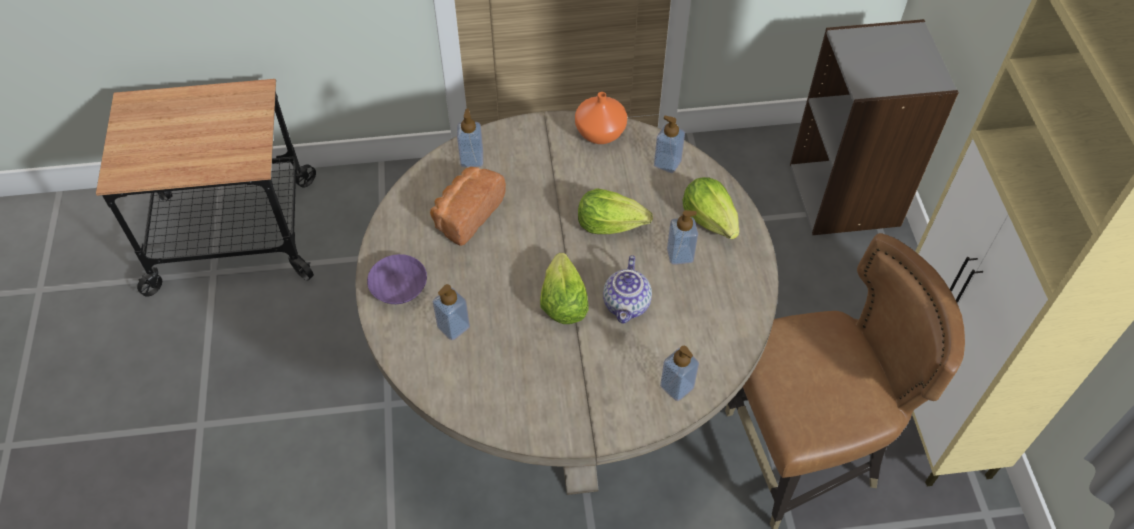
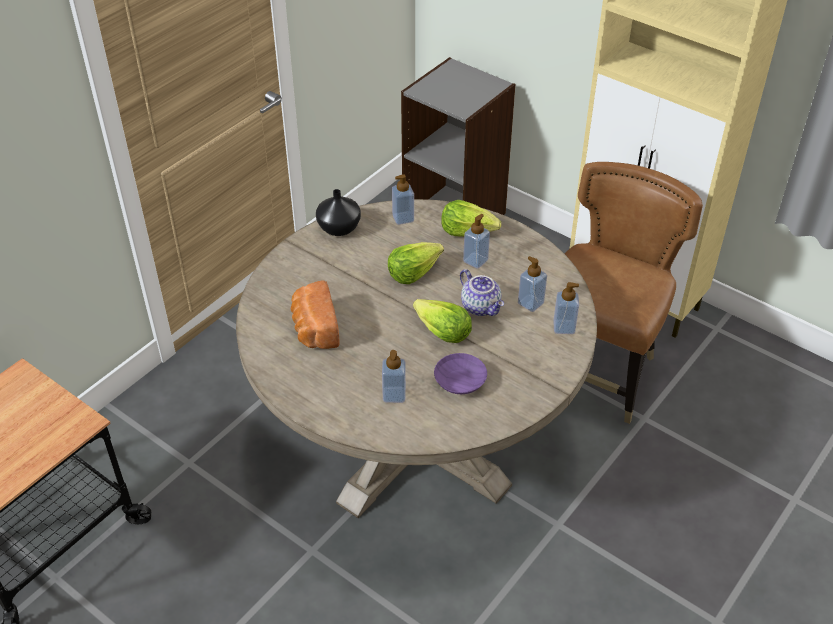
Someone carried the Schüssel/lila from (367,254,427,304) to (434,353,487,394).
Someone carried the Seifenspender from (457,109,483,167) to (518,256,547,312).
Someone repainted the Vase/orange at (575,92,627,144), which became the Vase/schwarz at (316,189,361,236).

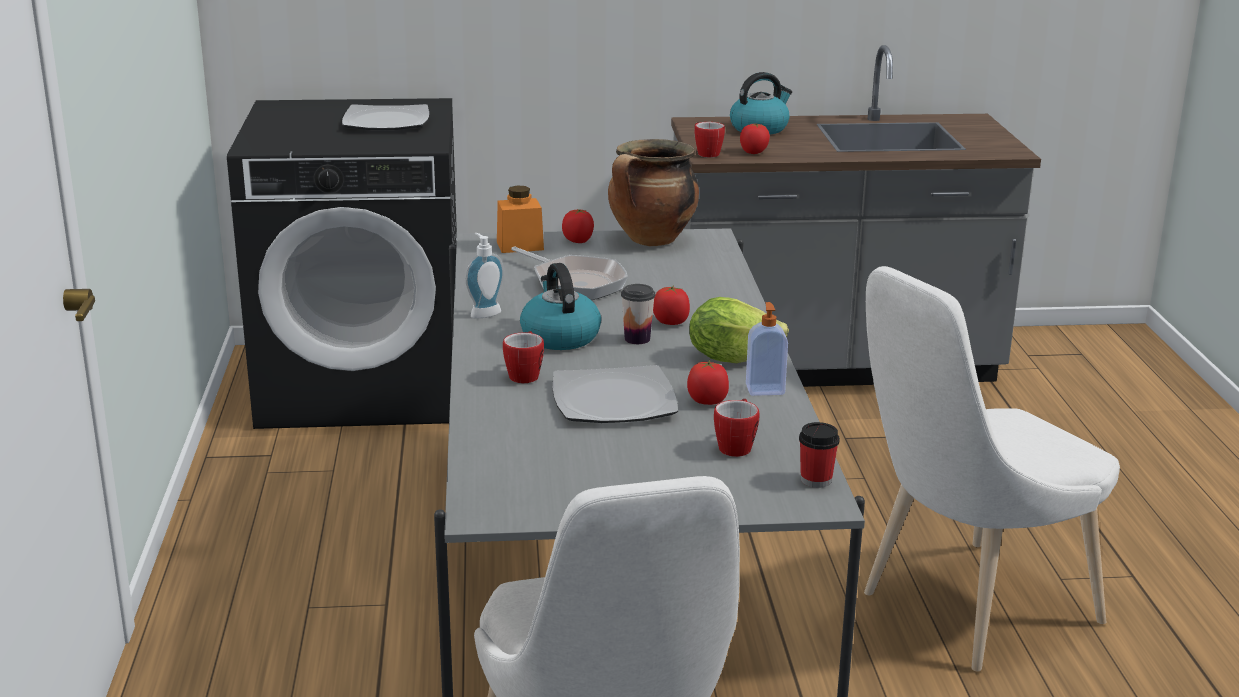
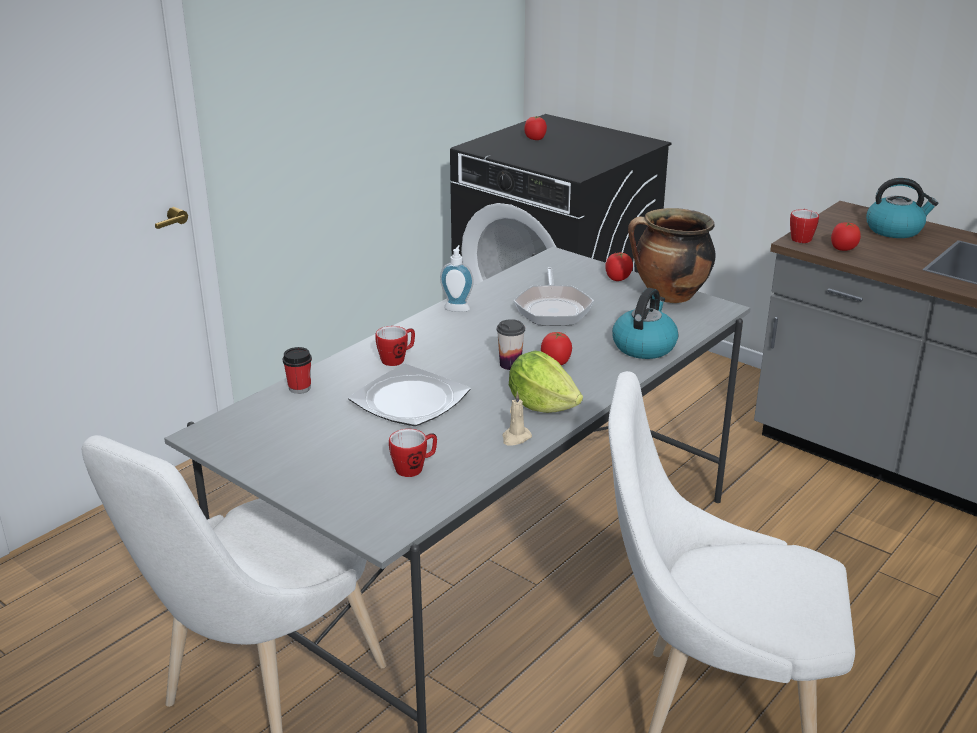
Someone took away the Teller at (342,104,429,131).
Someone took away the Vorratsglas/orange at (497,185,544,253).
Someone carried the Wasserkessel from (520,263,601,350) to (612,288,678,359).
Someone carried the Tomate from (687,360,729,405) to (524,116,547,140).
Someone swapped the Seifenspender at (746,302,788,396) for the Kerze/beige at (502,391,532,446).
Someone carried the Tasse from (799,422,840,488) to (283,347,312,394).

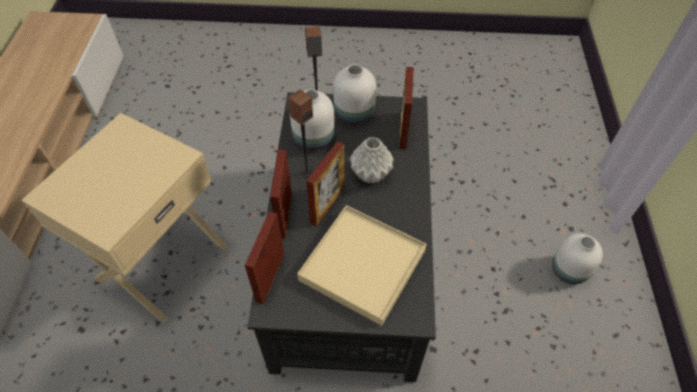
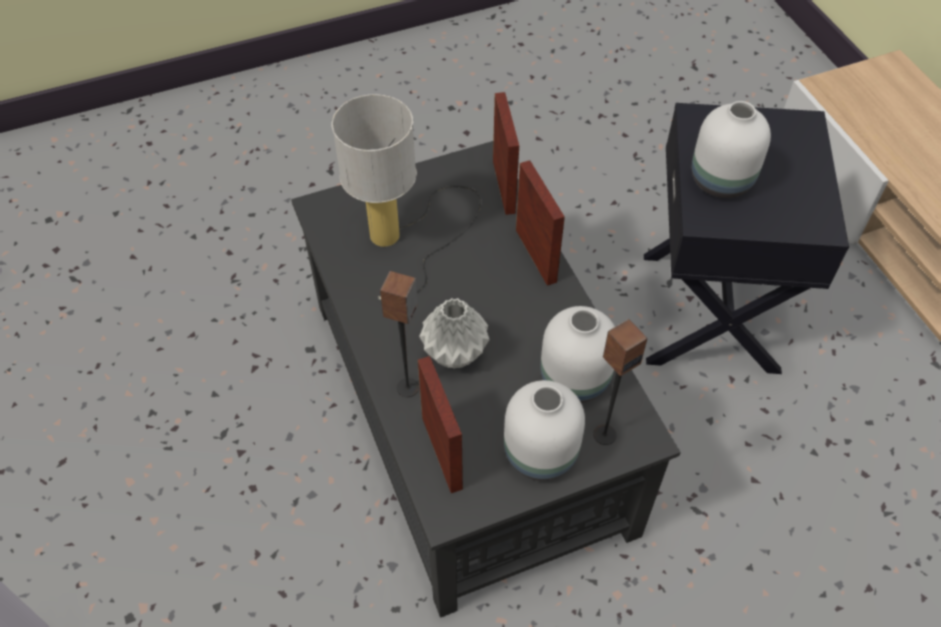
Someone repainted the Beistelltisch/beige at (21,113,227,322), which became the Beistelltisch/schwarz at (644,103,849,374).
Someone carried the Lautsprecher from (288,89,314,179) to (380,271,419,397).
Someone swapped the Tablett/beige at (297,205,427,326) for the Tischlampe at (331,94,482,300).
Someone took away the Bilderrahmen at (306,141,344,226).
Someone carried the Vase/weiß from (552,233,603,284) to (692,101,771,198).

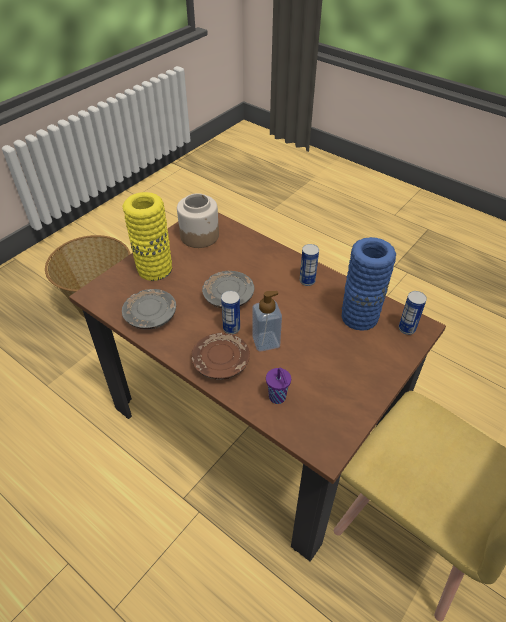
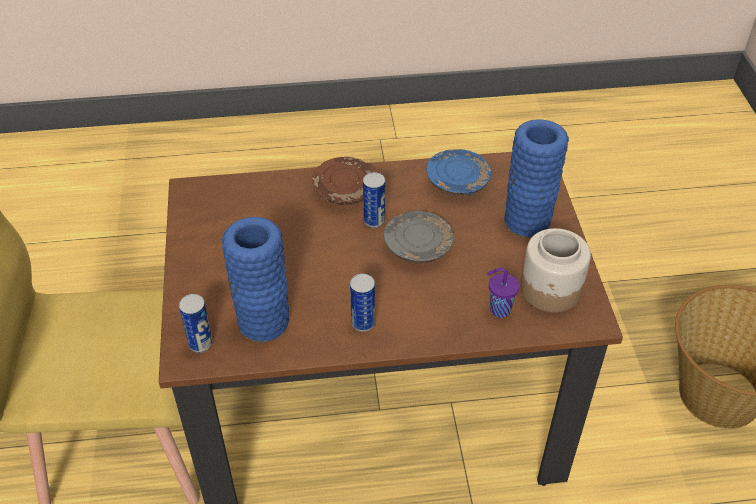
Someone repainted the Vase/gelb at (122,192,172,281), which became the Vase/blau at (504,119,569,238).
Someone repainted the Teller/grau at (122,289,176,330), which became the Teller/blau at (426,149,491,196).
Someone took away the Seifenspender at (252,291,282,351).
Someone carried the Tasse/lila from (266,368,291,404) to (487,268,520,318).

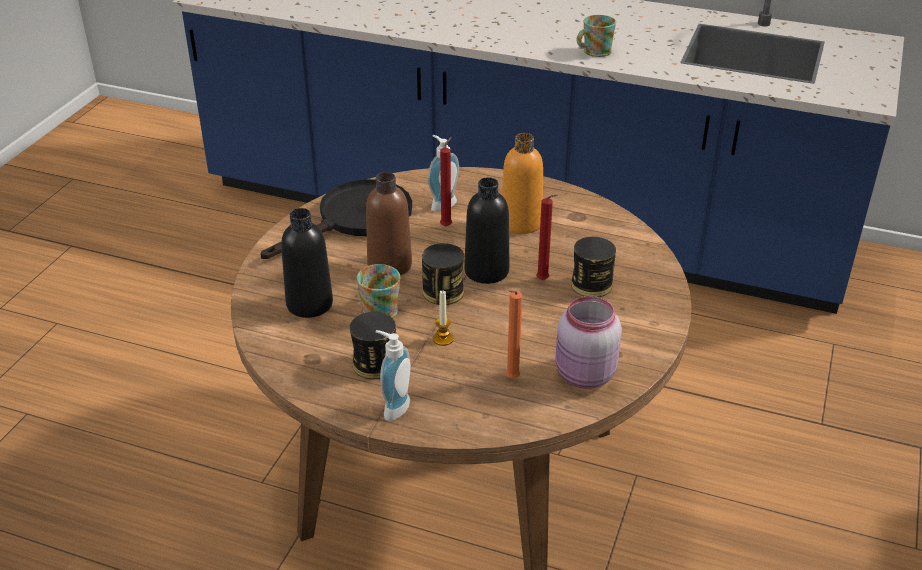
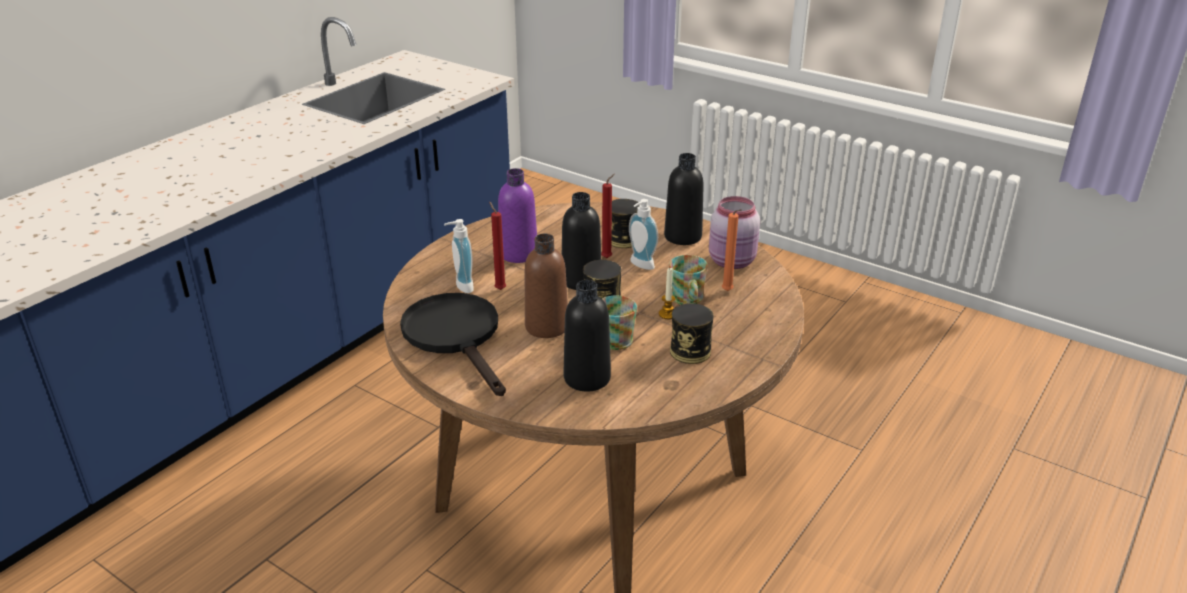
Someone carried the Seifenspender from (376,330,410,421) to (629,199,658,270).
Someone repainted the Flasche/orange at (502,133,543,234), which became the Flasche/lila at (498,168,537,263).
Someone carried the Henkelbecher from (577,15,616,57) to (669,255,708,305).
Someone put down the Flasche/schwarz at (664,153,704,245).

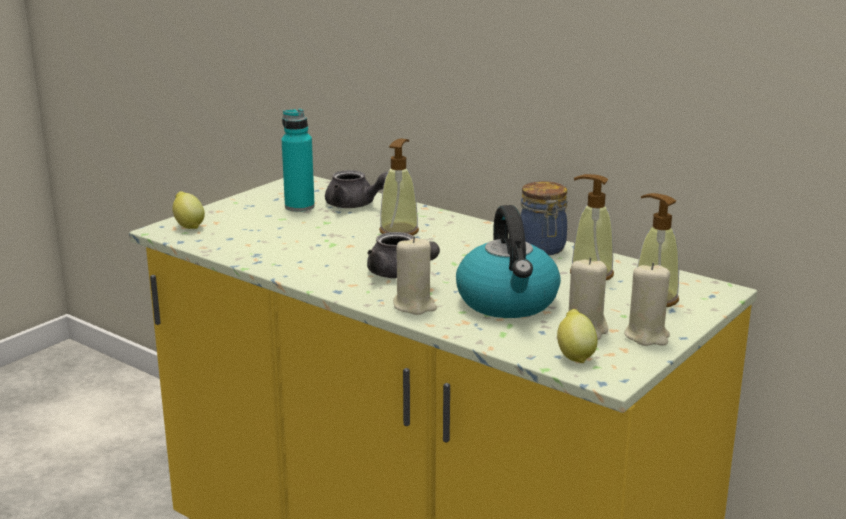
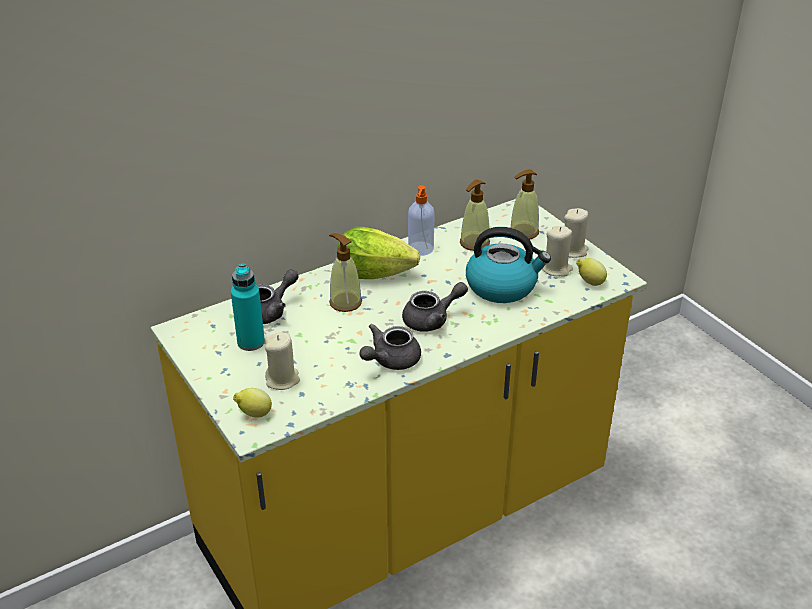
Someone carried the Kerze/beige from (393,236,437,315) to (265,332,300,390).
Someone swapped the Vorratsglas at (520,181,567,255) for the Seifenspender at (408,185,435,256).
Someone put down the Salatkopf at (337,227,420,279).
Someone put down the Teekanne/grau at (359,324,421,370).

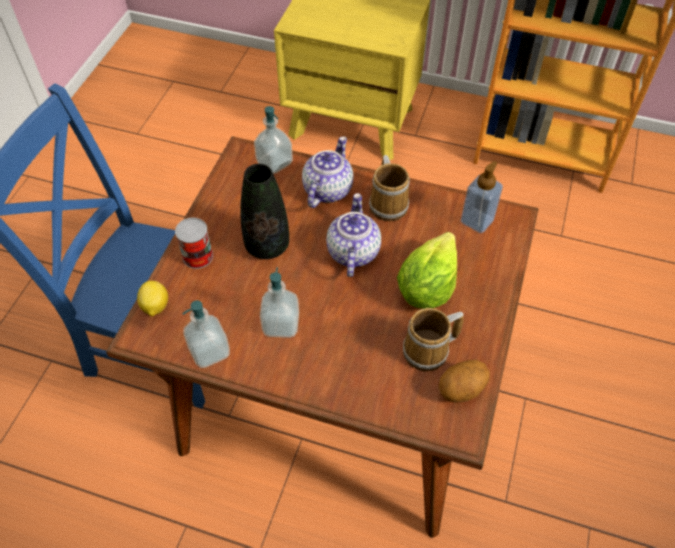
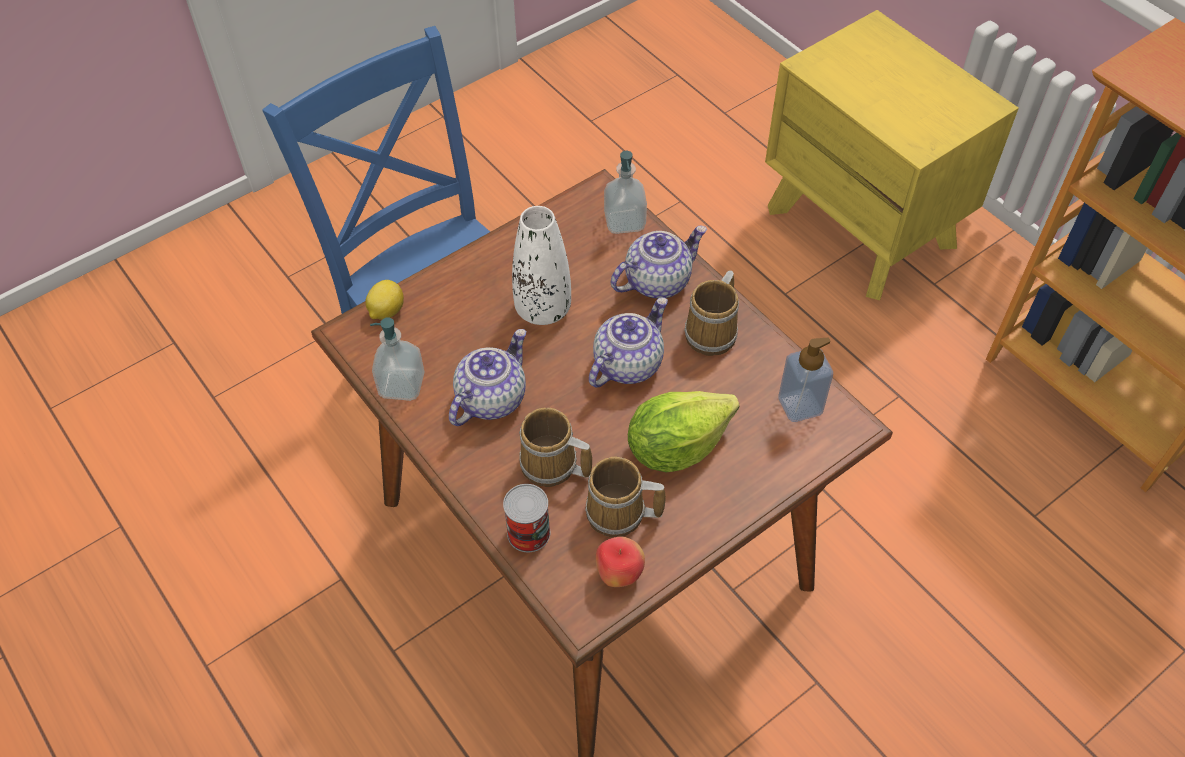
Someone carried the Dose from (175,218,213,269) to (503,484,550,552).
Someone repainted the Vase/schwarz at (240,164,289,259), which became the Vase/weiß at (512,206,571,325).
Someone swapped the Seifenspender at (260,267,299,338) for the Teekanne at (449,329,526,426).
Someone swapped the Kartoffel at (439,360,490,403) for the Apfel at (596,537,645,587).
Someone put down the Henkelbecher at (519,408,592,487).

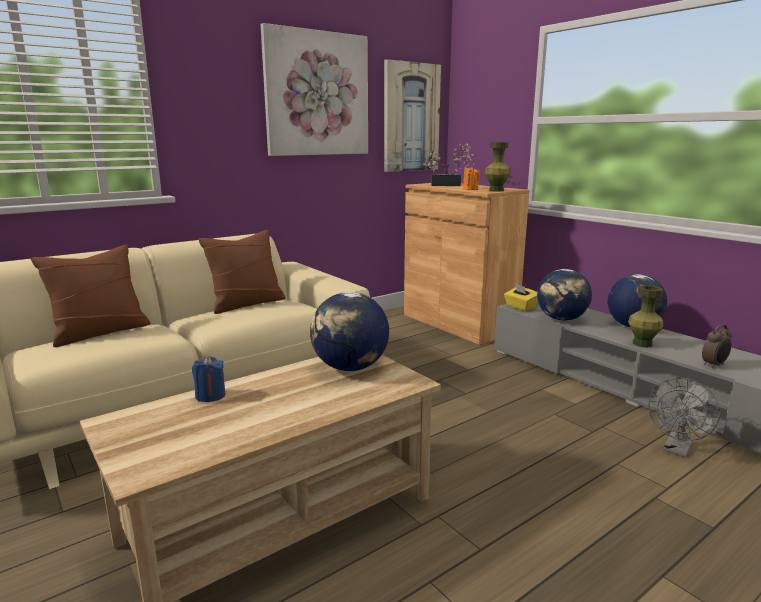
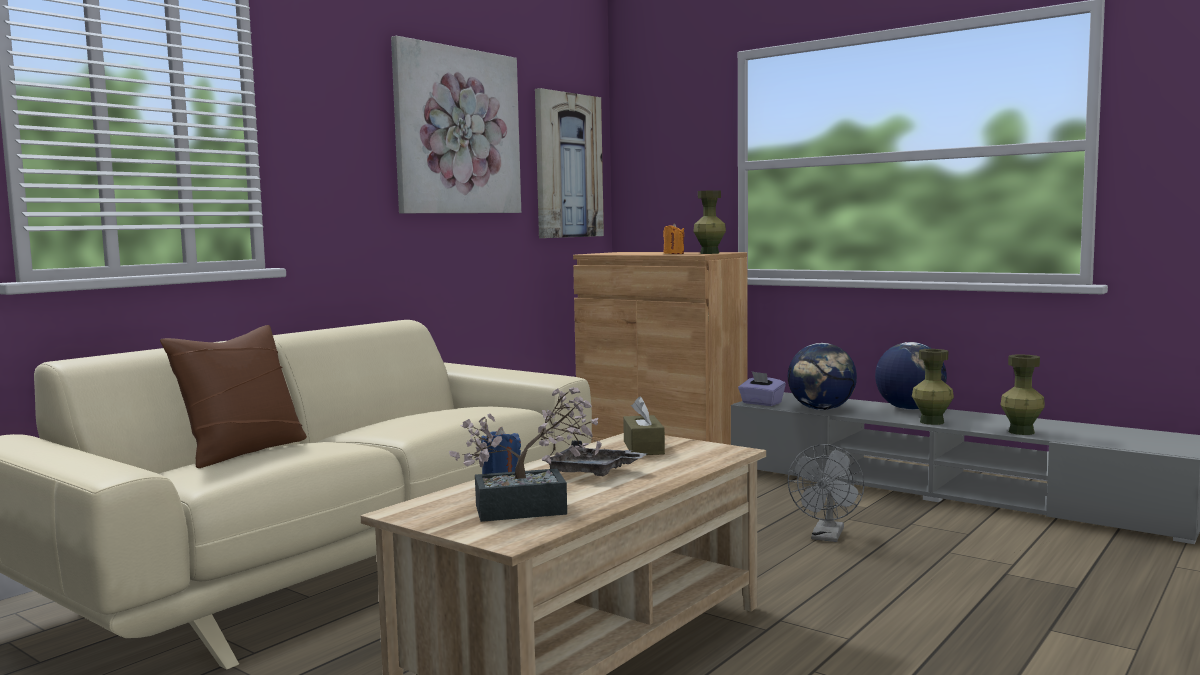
Someone took away the Kissen/braun at (198,230,286,314).
Someone swapped the Globus at (310,292,389,371) for the Taschentuchbox/braun at (623,396,665,455).
Someone carried the Topfpflanze from (423,143,474,186) to (449,387,602,522).
Someone repainted the Taschentuchbox/gelb at (504,284,538,311), which became the Taschentuchbox/lila at (738,372,786,406).
Someone carried the Ventilator/grau from (648,378,720,457) to (788,444,865,542).
Someone swapped the Wecker at (702,324,732,368) for the Vase/grün at (1000,354,1045,435).
Someone put down the Tablett/grau at (549,440,647,476).

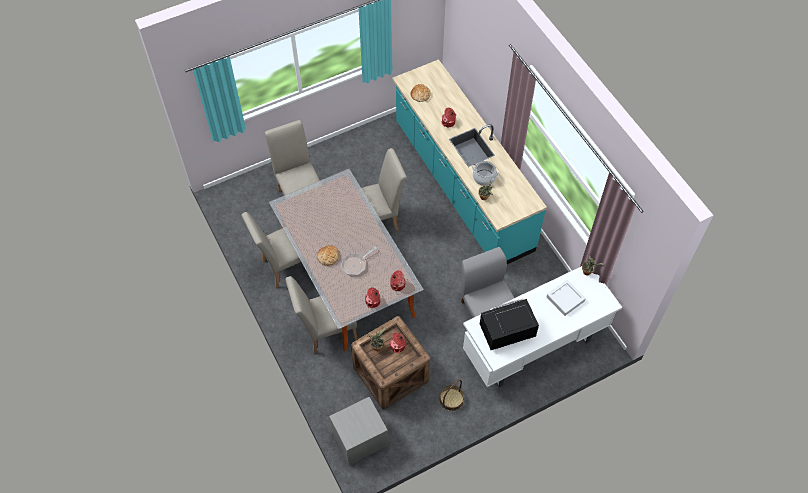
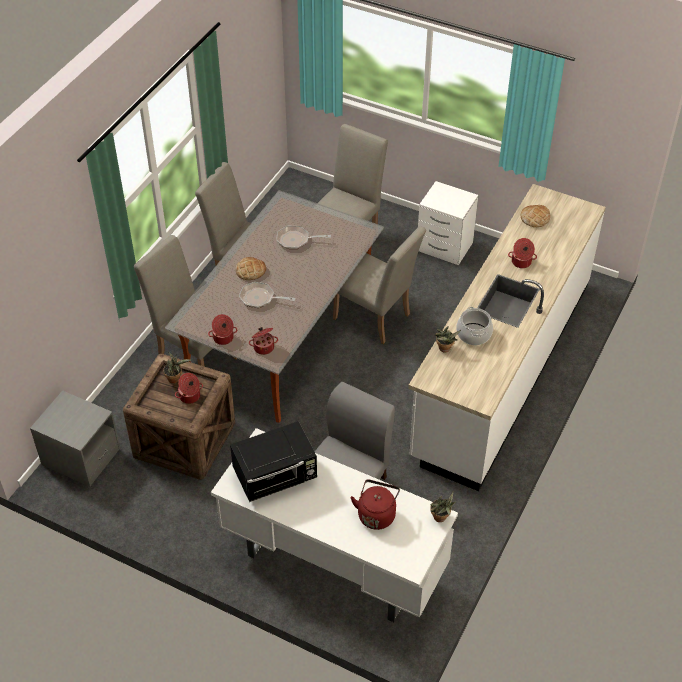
Someone repainted the Küchenzeile/türkis at (392,59,547,264), which became the Küchenzeile/weiß at (408,184,606,491).
Someone took away the Korb at (439,380,464,411).
Someone rotated the Mikrowelle/schwarz at (480,298,539,350) by 120 degrees clockwise.
Someone swapped the Tablett/grau at (547,280,586,316) for the Wasserkessel/rot at (351,480,400,530).
Someone put down the Pfanne at (276,226,331,249).
Someone put down the Nachttisch/weiß at (418,181,478,265).

